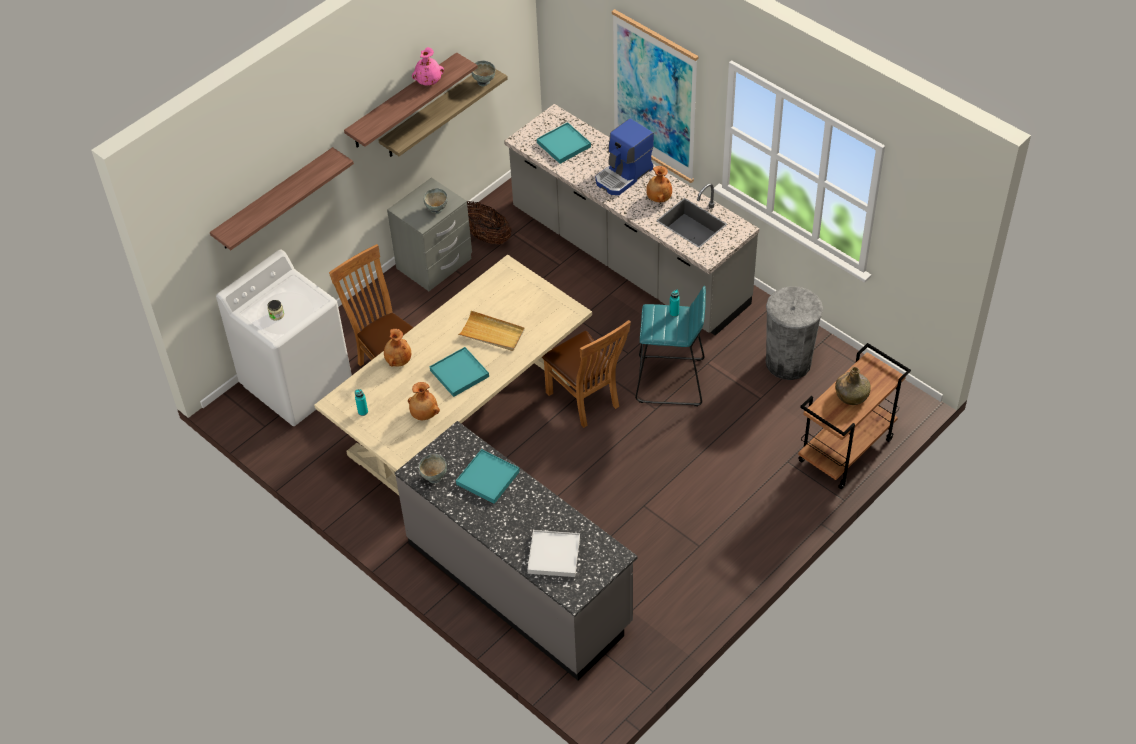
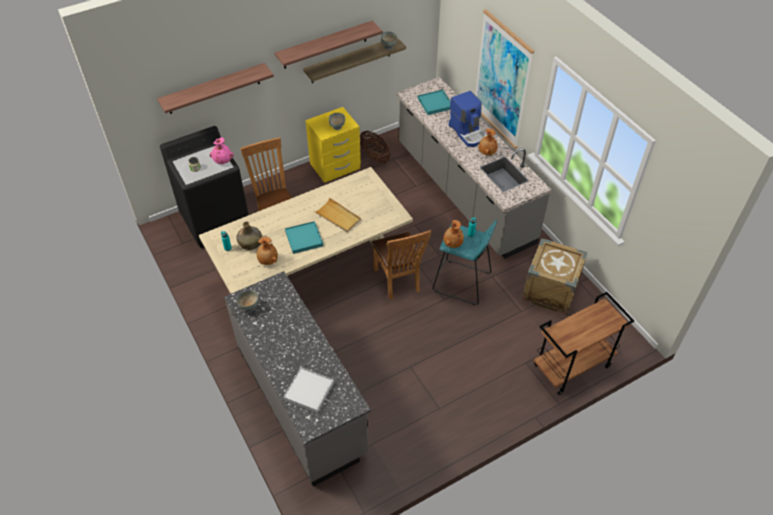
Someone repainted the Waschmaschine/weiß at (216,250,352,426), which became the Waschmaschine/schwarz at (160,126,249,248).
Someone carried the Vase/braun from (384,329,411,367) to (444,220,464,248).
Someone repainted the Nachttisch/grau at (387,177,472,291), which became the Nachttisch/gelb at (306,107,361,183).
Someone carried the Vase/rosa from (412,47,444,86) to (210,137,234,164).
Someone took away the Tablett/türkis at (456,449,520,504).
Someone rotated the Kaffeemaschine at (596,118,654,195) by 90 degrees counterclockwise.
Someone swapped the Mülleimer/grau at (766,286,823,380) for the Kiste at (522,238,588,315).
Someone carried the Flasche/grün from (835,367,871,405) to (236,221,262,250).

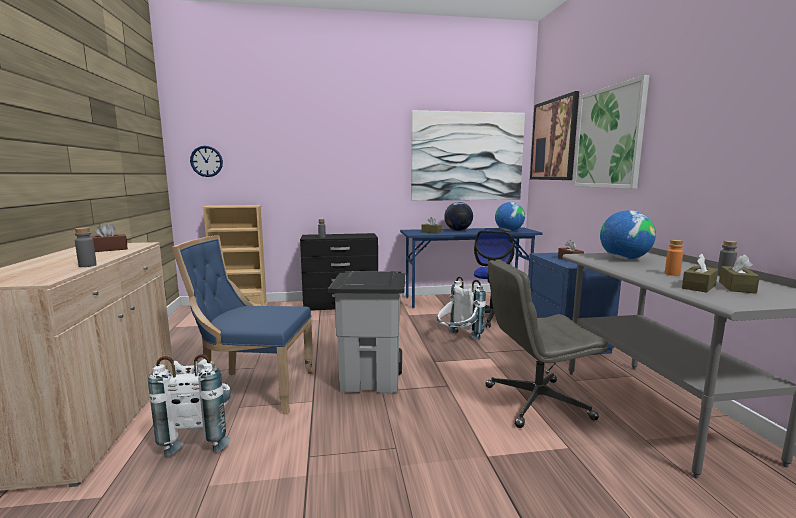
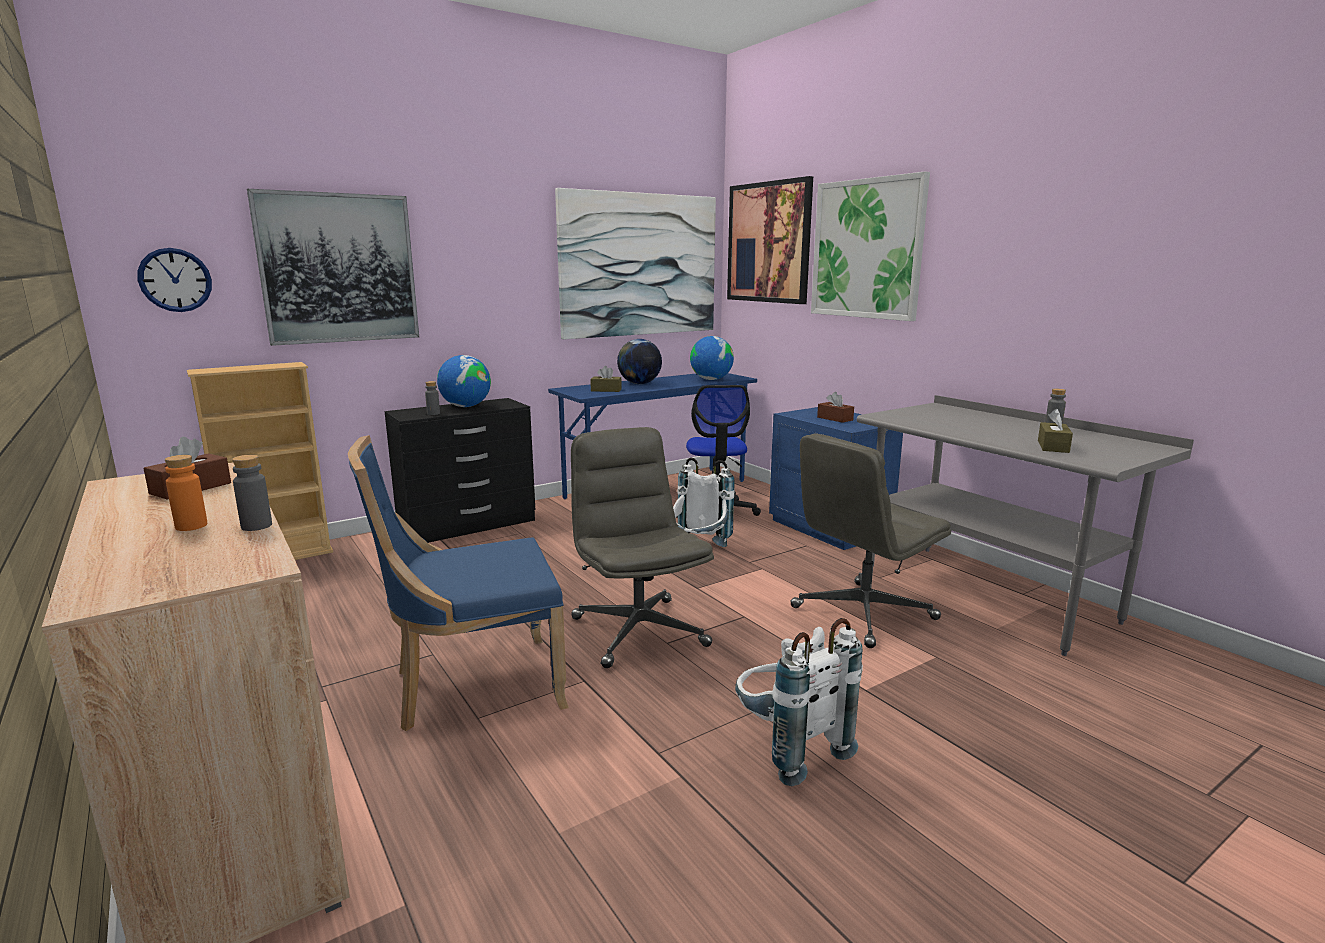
Someone carried the Rucksack/weiß from (148,354,231,456) to (735,618,863,786).
Someone swapped the Mülleimer/grau at (328,271,405,393) for the Bürostuhl/grau at (571,427,714,668).
Someone carried the Globus from (600,210,656,260) to (437,355,491,407).
Someone carried the Flasche/orange from (665,240,683,276) to (165,455,208,531).
Someone took away the Taschentuchbox/braun at (719,254,760,294).
Someone put up the Bild at (247,189,419,346).

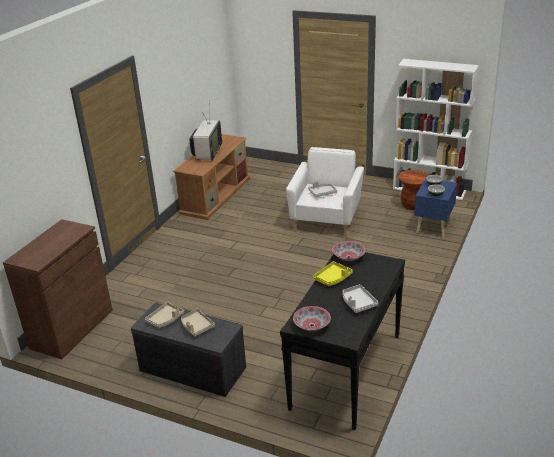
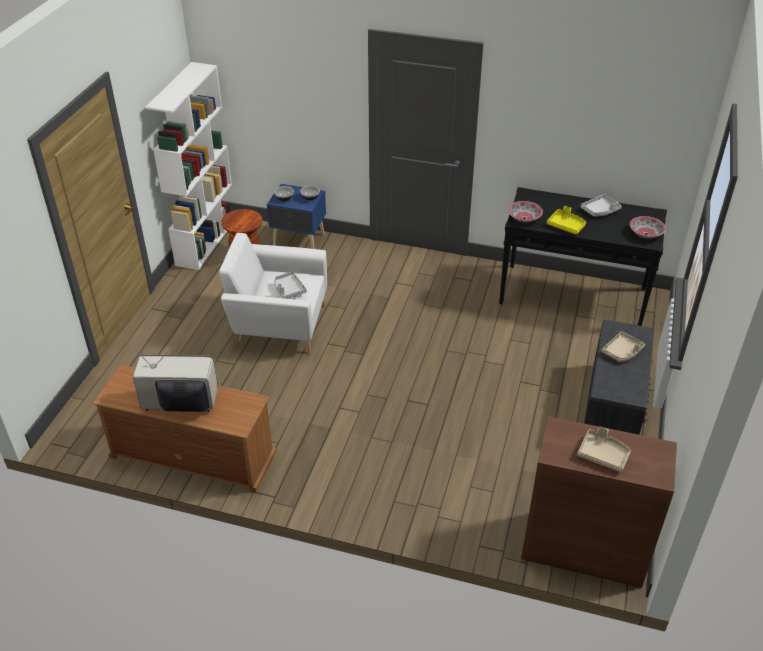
Someone carried the Tablett/beige from (145,302,184,328) to (577,426,631,472).

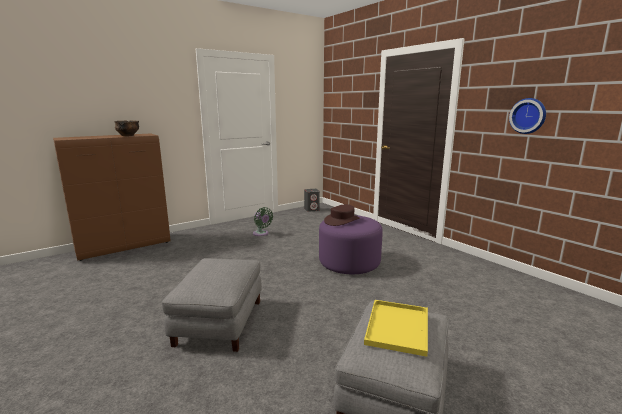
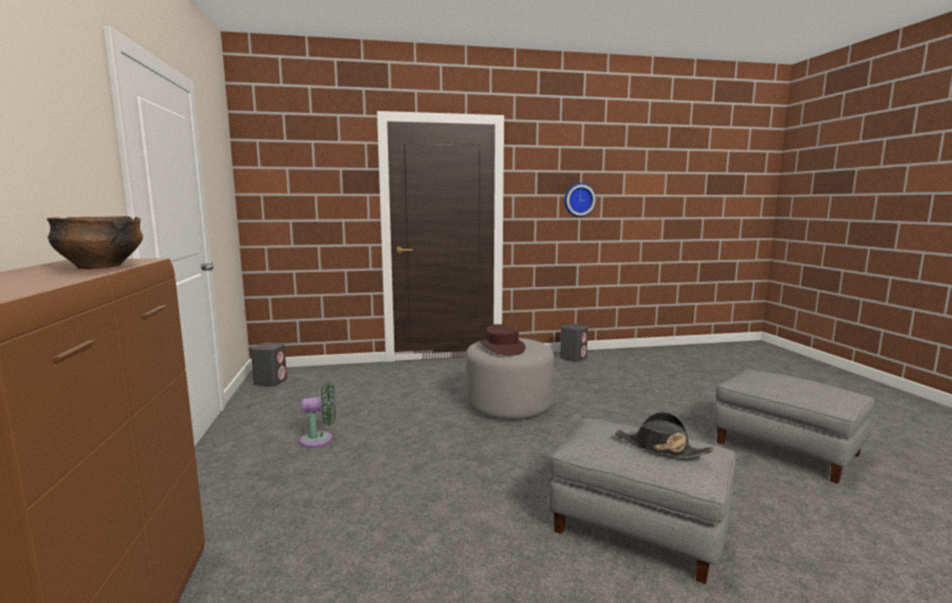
Someone repainted the Polsterhocker/lila at (319,215,383,274), which became the Polsterhocker/grau at (465,338,554,419).
Someone took away the Tablett/gelb at (364,300,428,357).
Someone put down the Lautsprecher/grau at (560,323,588,362).
Someone put down the Hut/schwarz at (615,412,714,458).

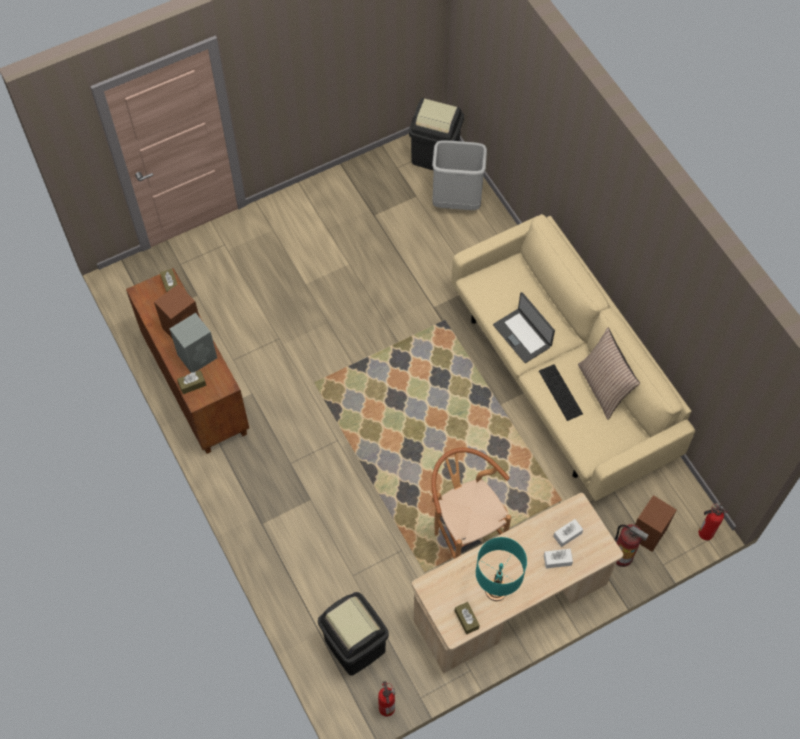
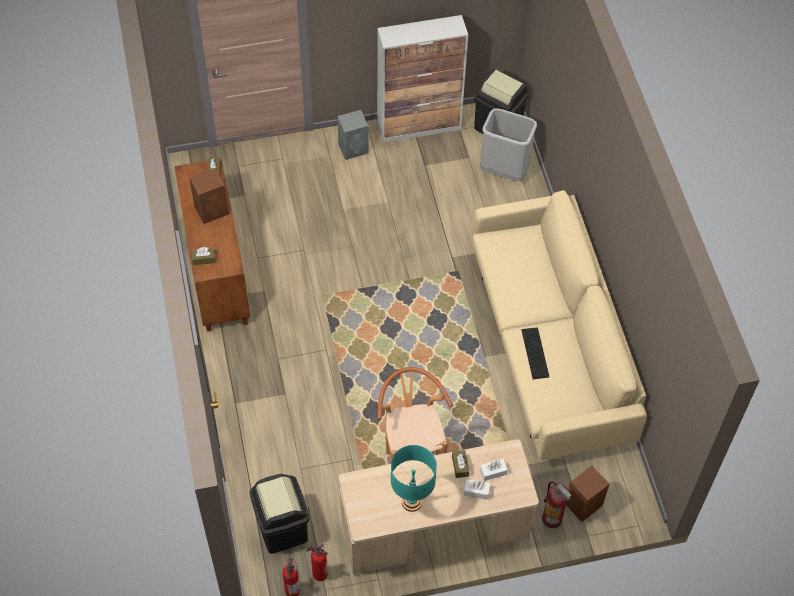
Someone carried the Lautsprecher/grau from (170,313,217,373) to (337,110,369,160).
Someone carried the Taschentuchbox/braun from (455,602,480,635) to (452,450,469,478).
Someone took away the Laptop at (493,292,555,363).
Someone took away the Kissen at (578,328,640,420).
Someone carried the Feuerlöscher from (698,503,729,540) to (306,543,328,581).
Someone put down the Schrank at (377,15,468,143).

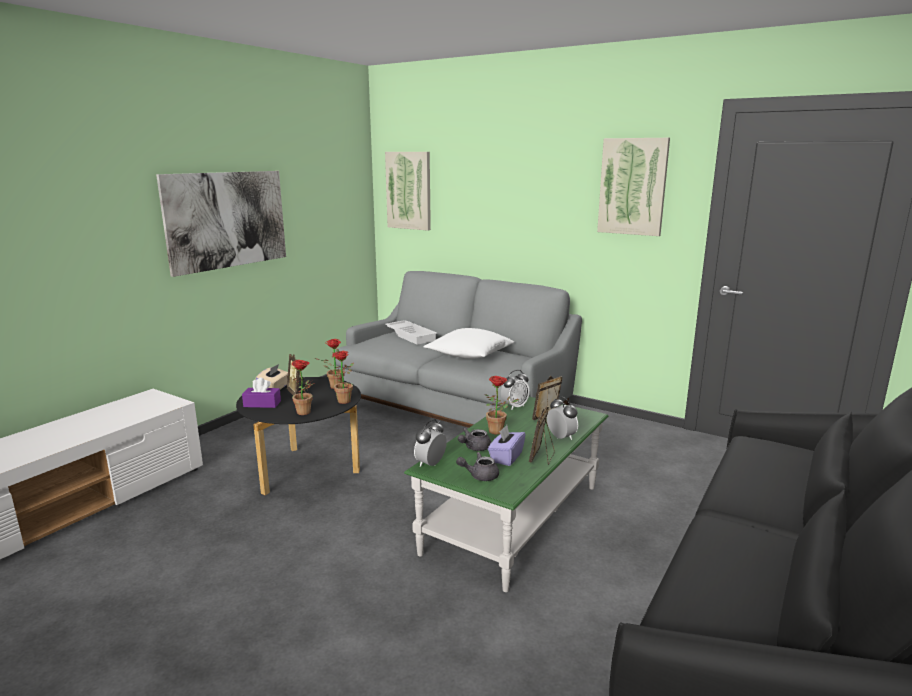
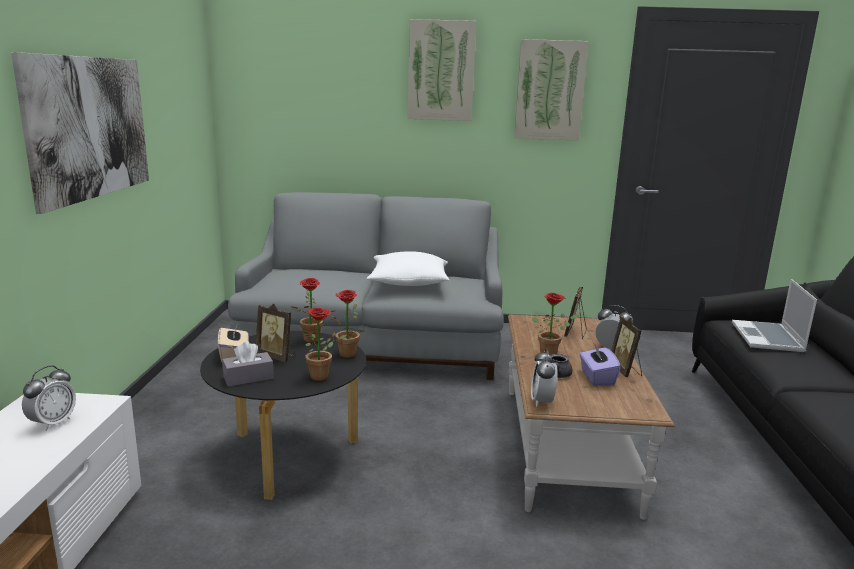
Someone repainted the Taschentuchbox/lila at (242,378,281,408), which became the Taschentuchbox/grau at (222,341,274,387).
Someone carried the Bild from (385,152,431,231) to (408,19,476,121).
Someone took away the Tablett/weiß at (385,320,438,345).
Someone repainted the Couchtisch/grün at (404,396,608,592), which became the Couchtisch/braun at (508,315,675,520).
Someone took away the Teekanne/grau at (456,452,499,481).
Someone carried the Wecker from (501,370,530,409) to (22,365,76,431).
Someone put down the Laptop at (732,279,817,352).

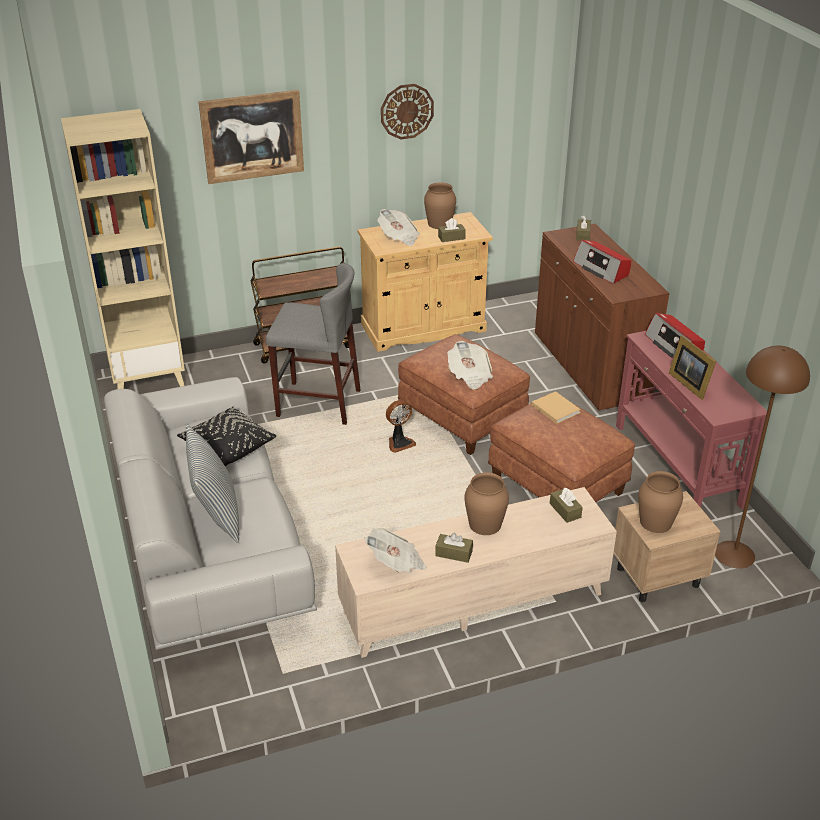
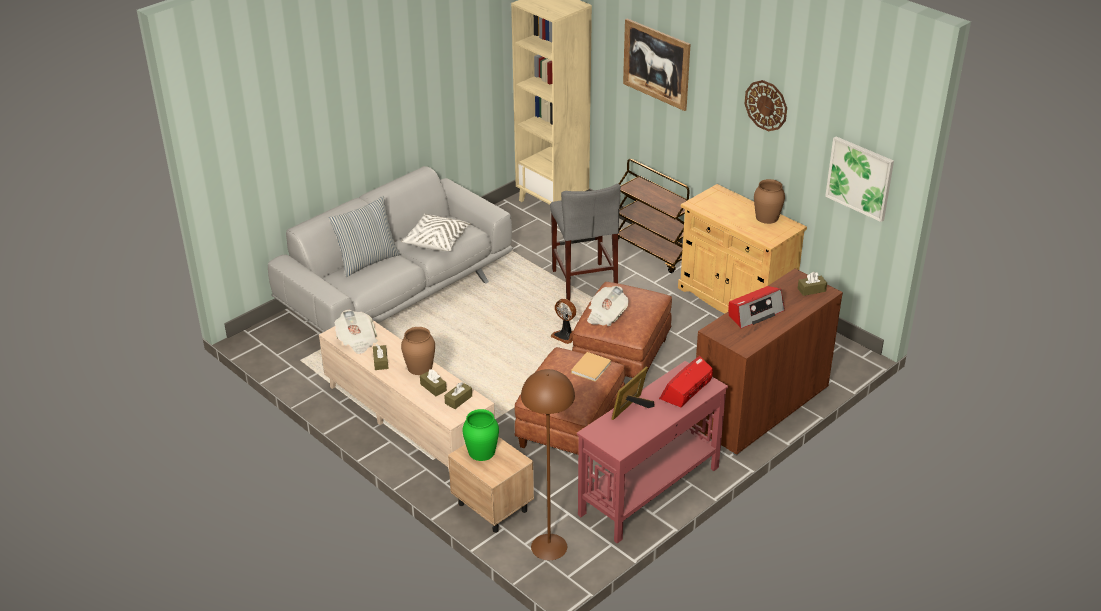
Someone repainted the Kissen/schwarz at (177,406,276,467), which became the Kissen/weiß at (401,214,471,251).
Someone took away the Zeitung at (377,209,420,246).
Someone carried the Taschentuchbox/braun from (438,218,466,242) to (420,369,447,396).
Someone rotated the Radio at (573,240,631,284) by 150 degrees counterclockwise.
Someone repainted the Vase/braun at (638,471,683,533), which became the Vase/grün at (462,409,499,461).
Someone put up the Bild at (825,136,894,222).

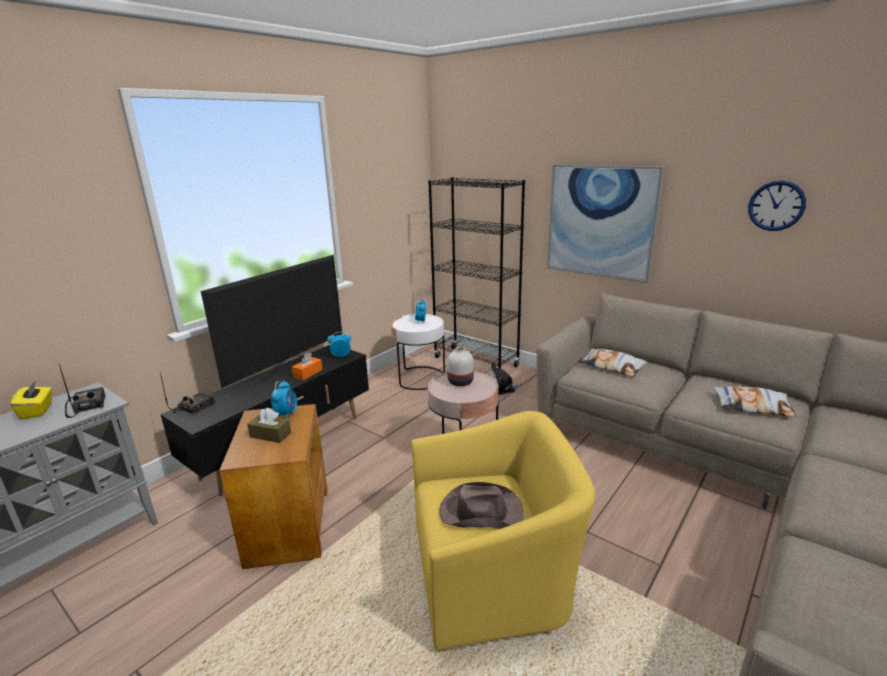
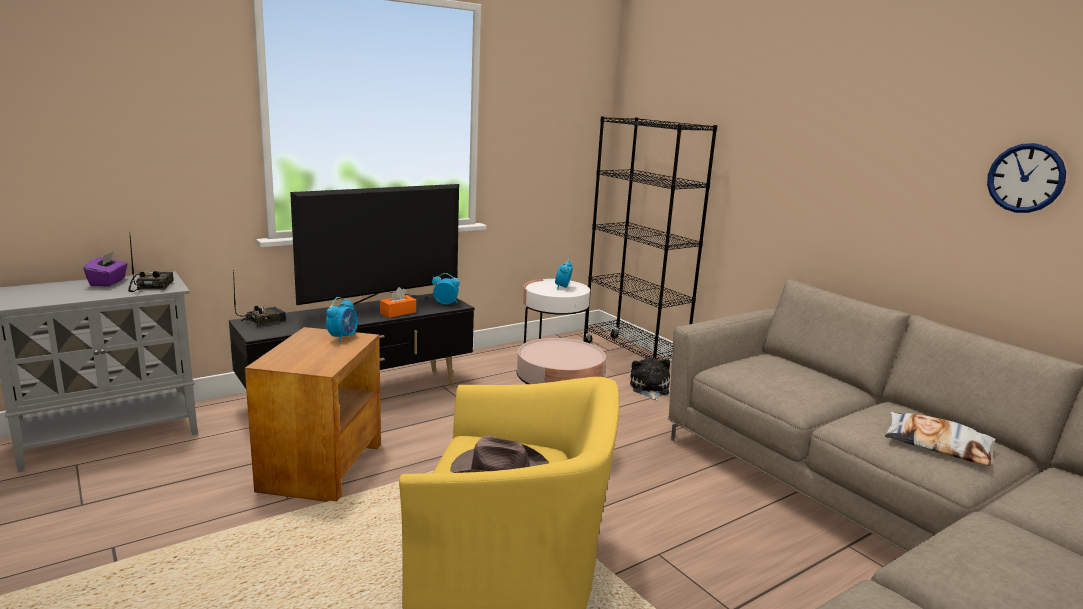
Someone repainted the Taschentuchbox/gelb at (10,380,52,419), which became the Taschentuchbox/lila at (84,251,128,287).
Someone took away the Taschentuchbox/braun at (247,408,291,443).
Someone took away the Vase/weiß at (447,347,474,386).
Someone rotated the Plüschtier at (489,363,522,395) by 90 degrees clockwise.
Someone took away the Bild at (548,165,664,283).
Someone took away the Kissen at (580,348,647,377).

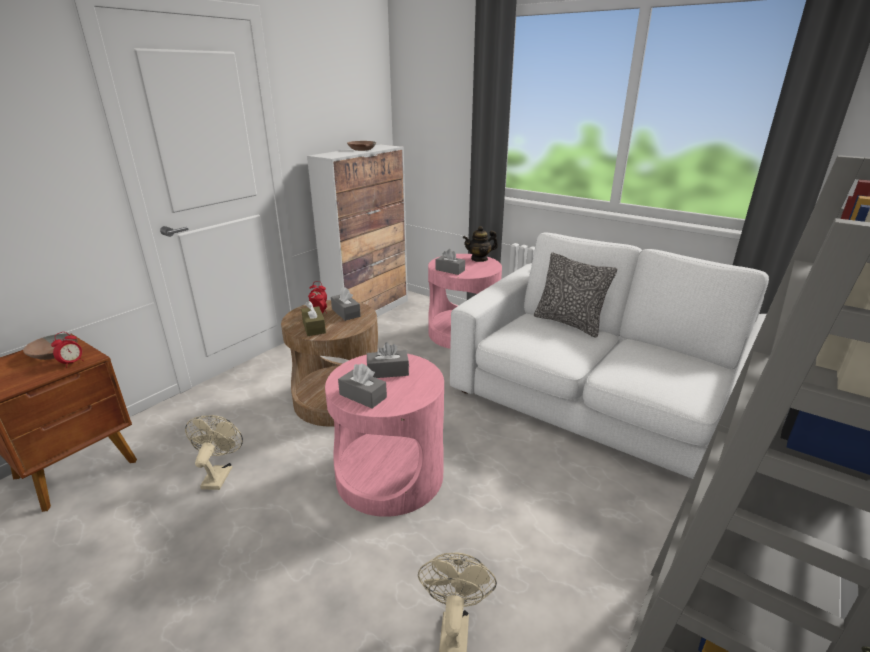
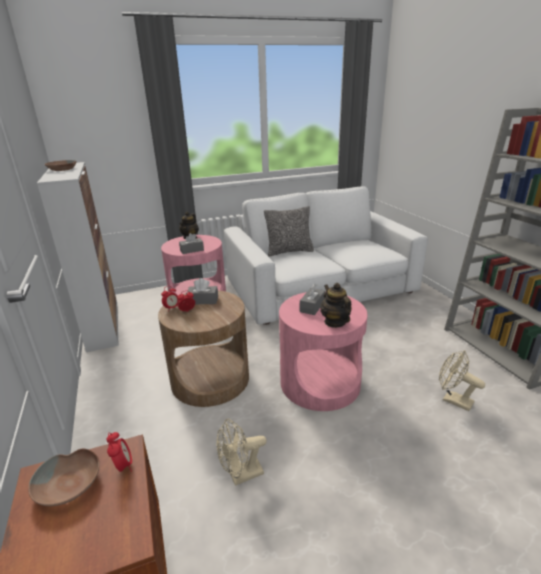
Someone rotated the Ventilator/beige at (185,415,243,490) by 60 degrees counterclockwise.
Someone took away the Taschentuchbox/braun at (301,301,326,336).
Someone swapped the Taschentuchbox/grau at (338,363,387,408) for the Teekanne at (320,283,352,328).

